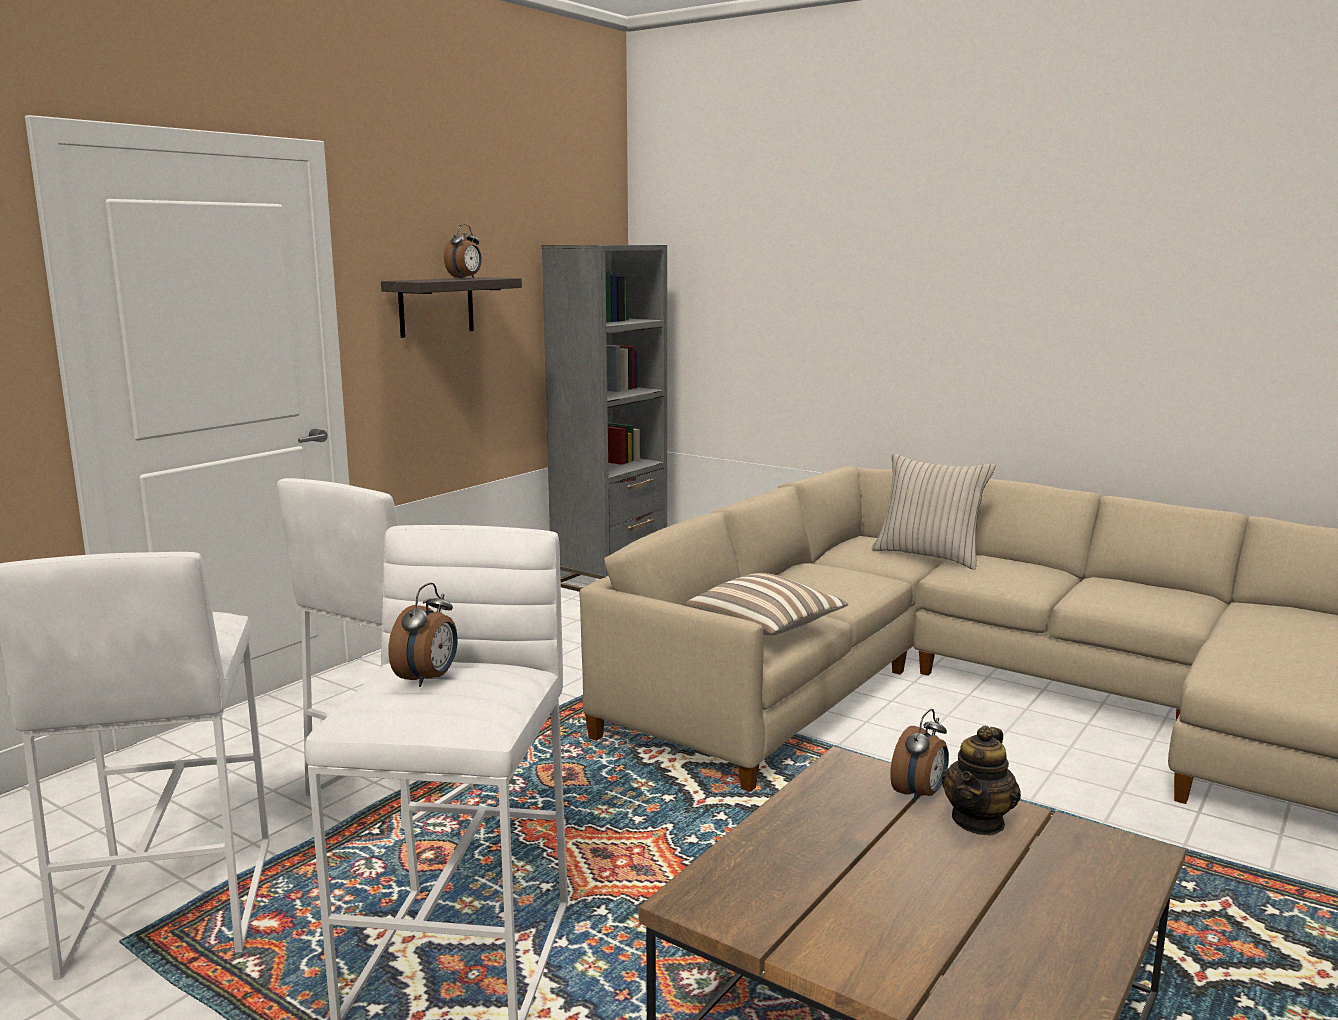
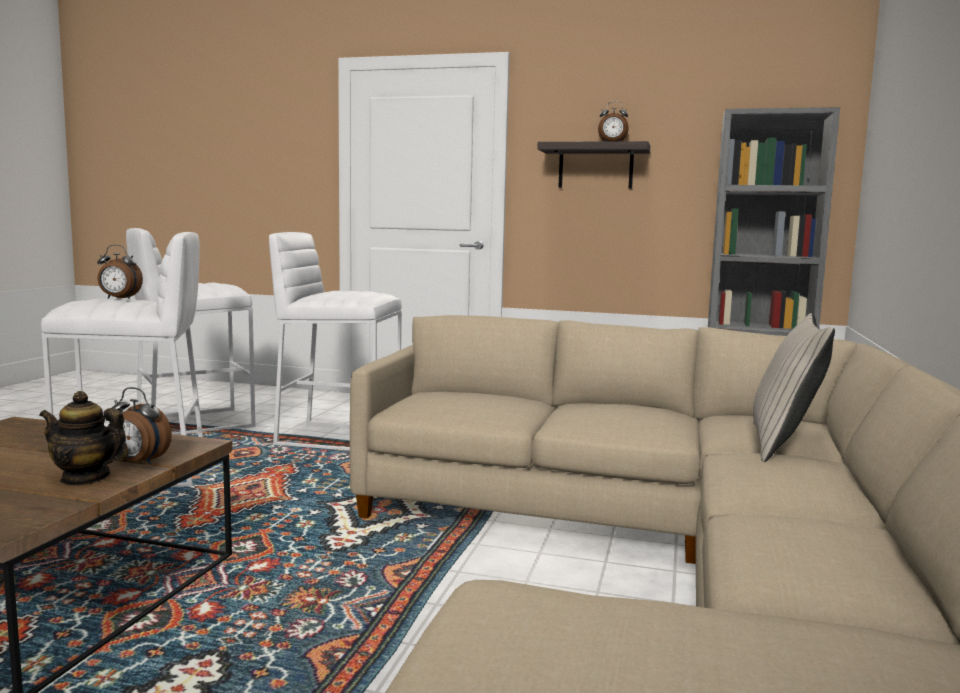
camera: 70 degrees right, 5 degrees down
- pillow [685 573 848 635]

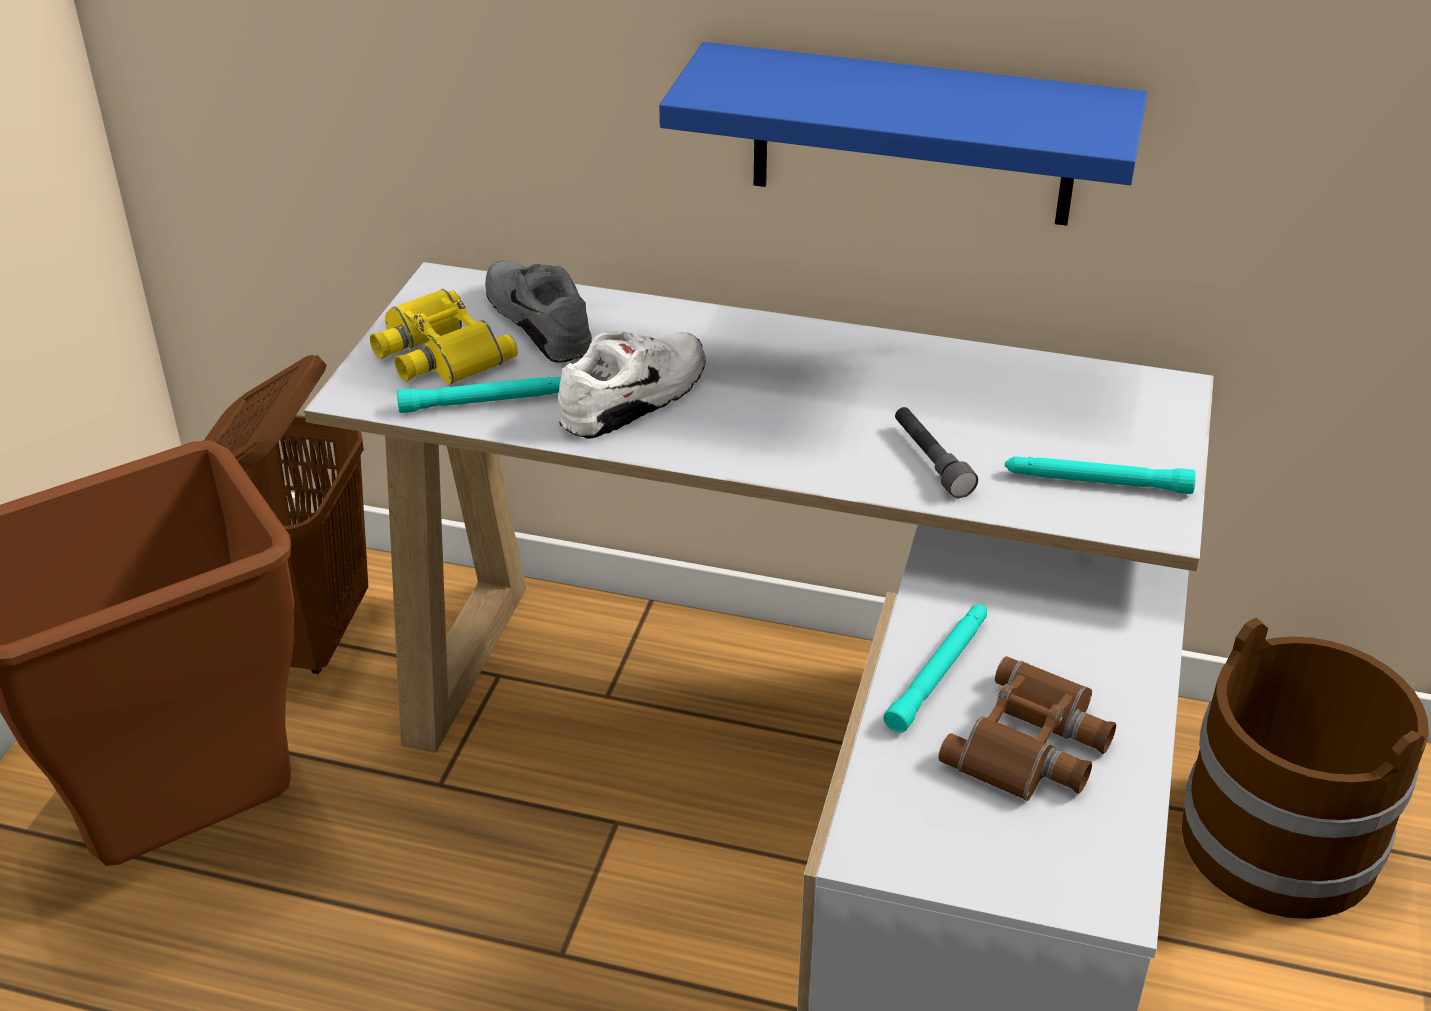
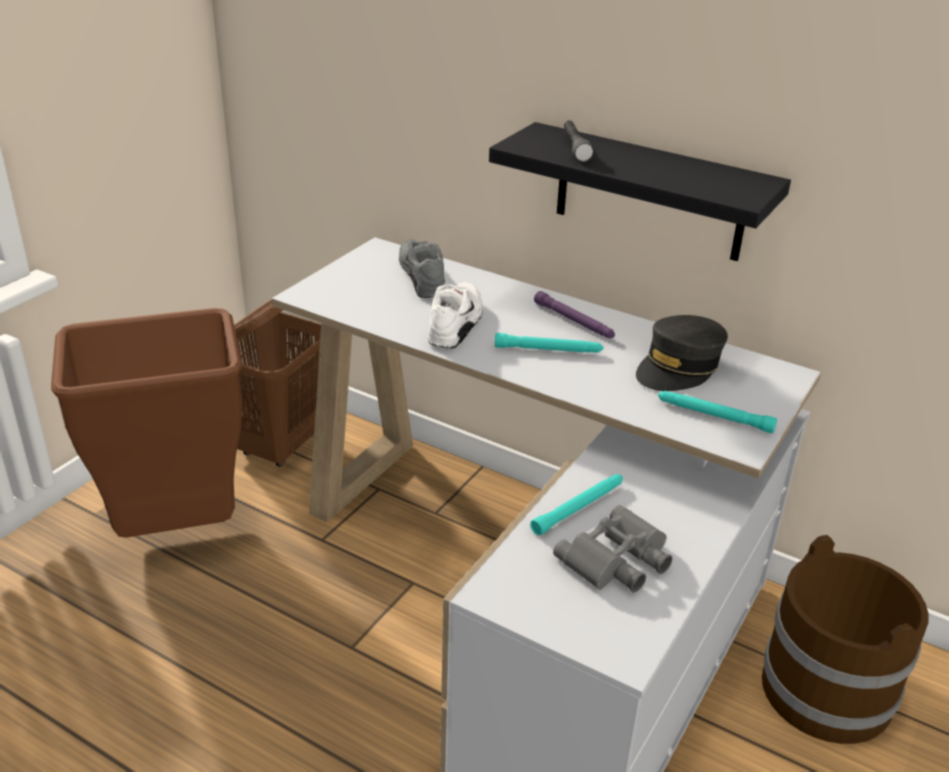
camera: 15 degrees right, 5 degrees down
~ white shoe [558 331 706 439] = [429 282 483 348] 45 degrees counterclockwise
~ blue shelf [659 42 1147 226] to black shelf [489 122 791 261]
~ turquoise flashlight [397 377 561 413] to [495 333 604 353]
+ purple flashlight [534 291 615 338]
~ brown binoculars [938 656 1116 801] to grey binoculars [553 505 672 593]
~ grey flashlight [895 407 978 498] to [564 121 594 162]
+ grey cap [636 315 728 391]
- yellow binoculars [370 289 518 385]

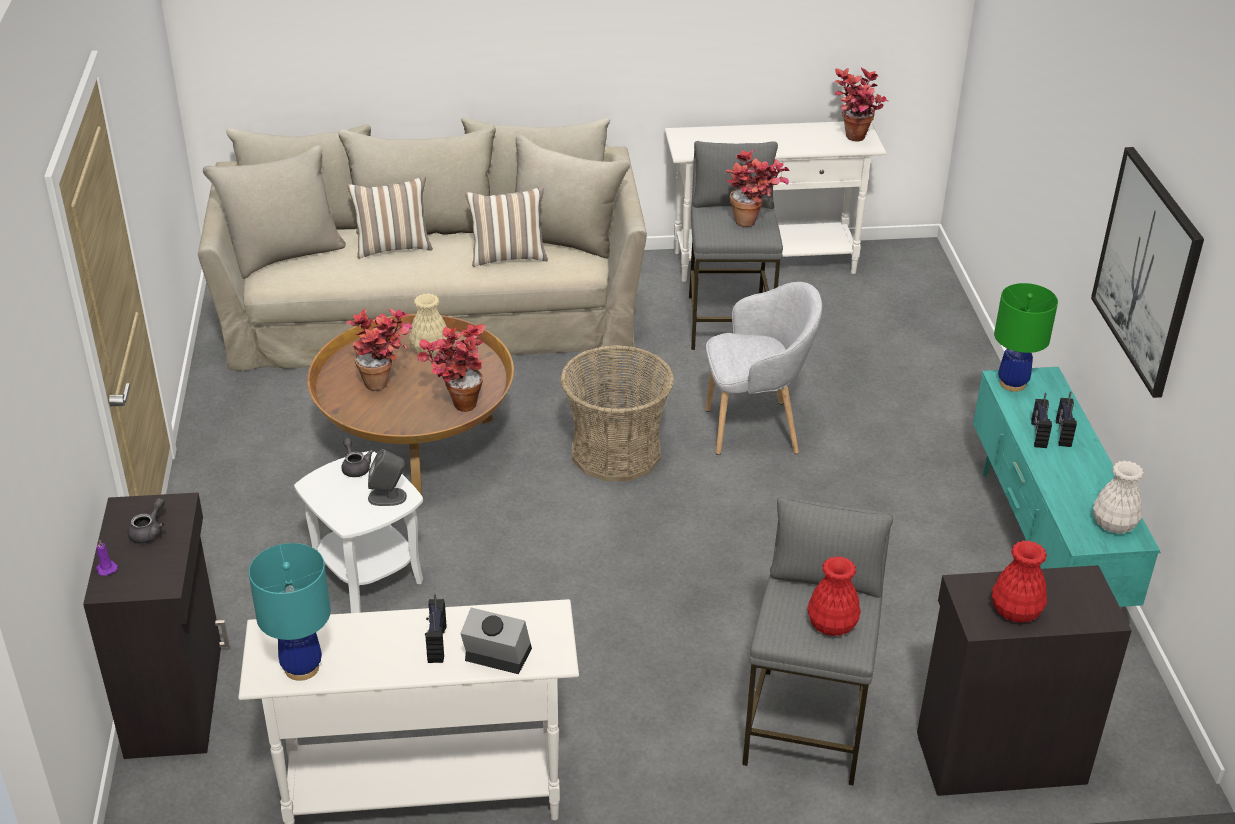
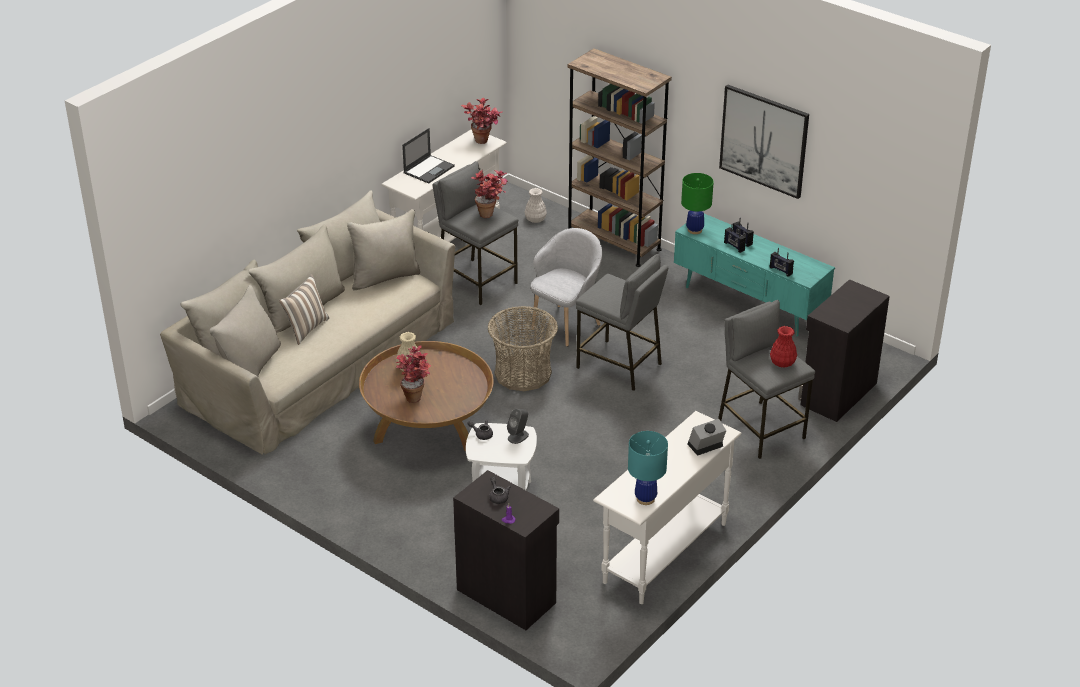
camera: 45 degrees left, 0 degrees up
+ laptop [402 128 455 183]
~ white vase [1093 460 1144 533] to [525 188 547 223]
+ brown bookcase [568 49 672 267]
+ grey stool [576 254 668 391]
~ radio [425 594 446 663] to [770 248 794 277]
- potted plant [417 325 485 412]
- pillow [466 187 548 267]
- red vase [992 540 1047 623]

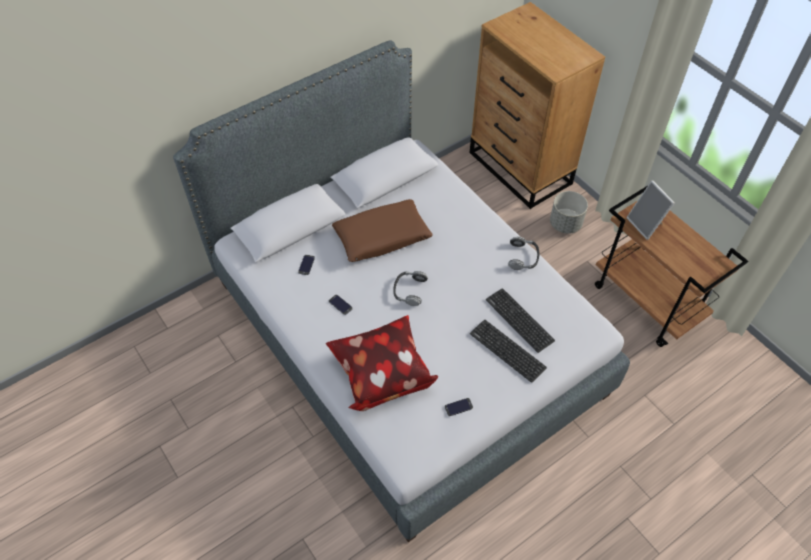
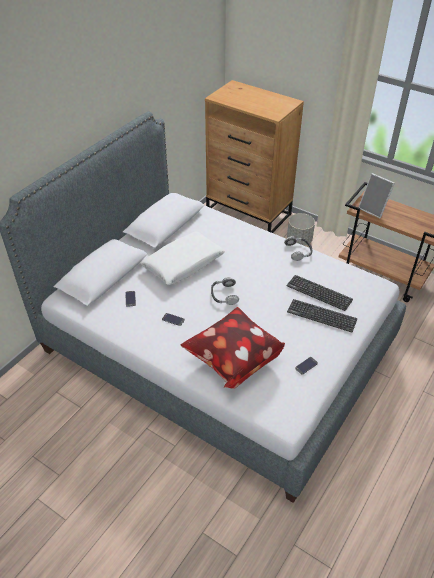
camera: 20 degrees left, 10 degrees down
~ brown pillow [332 199 433 262] to white pillow [140 232 225 285]

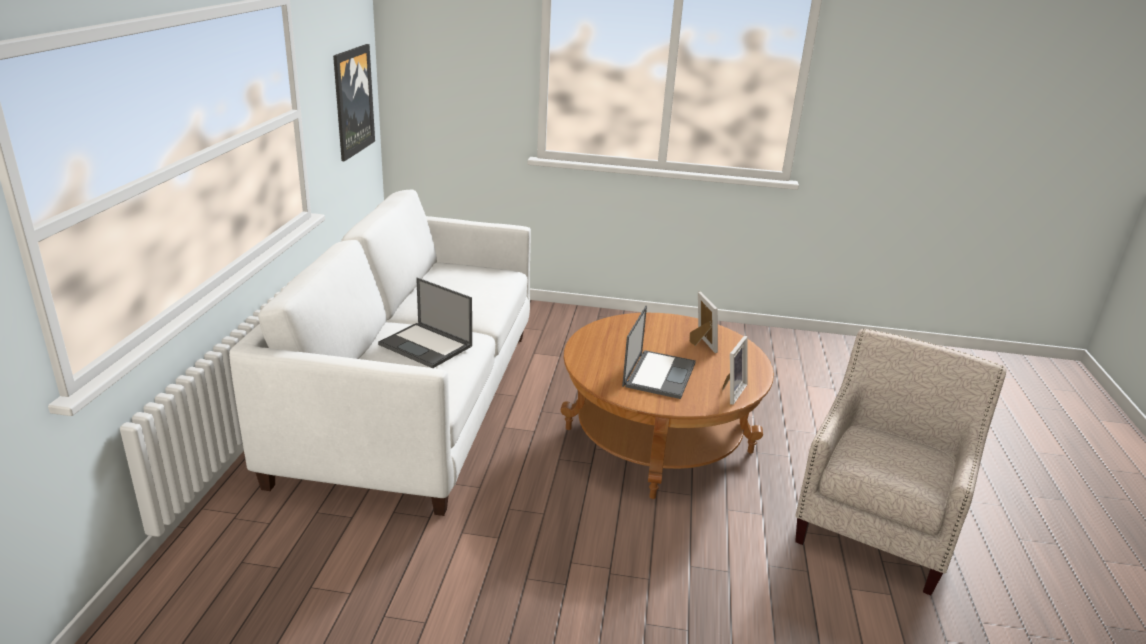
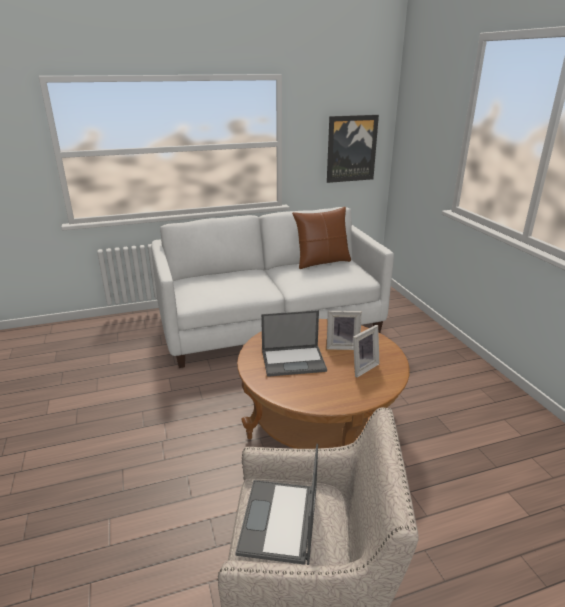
camera: 65 degrees right, 0 degrees up
~ laptop [378 278 472 368] to [235 444 318 565]
+ brown pillow [292 207 351 269]
~ picture frame [722 336 748 405] to [327 311 362 350]

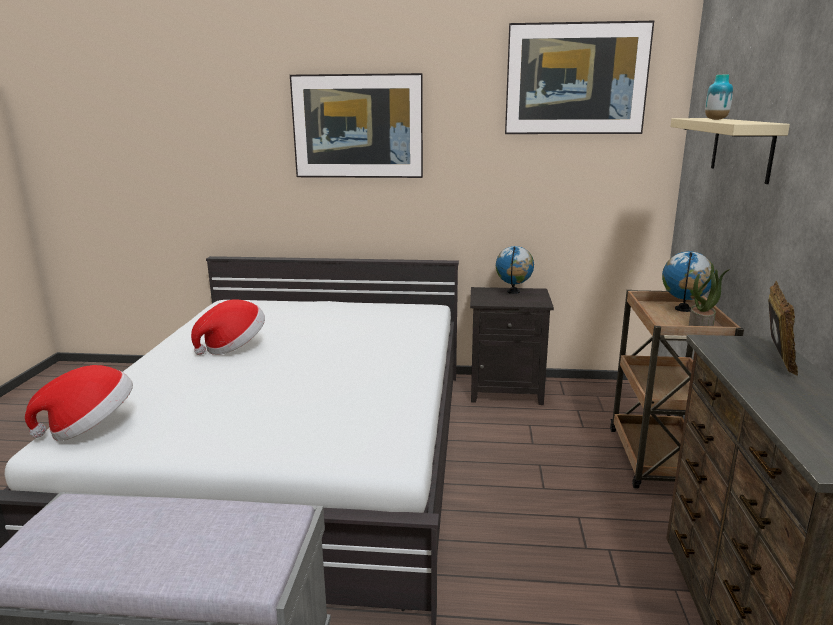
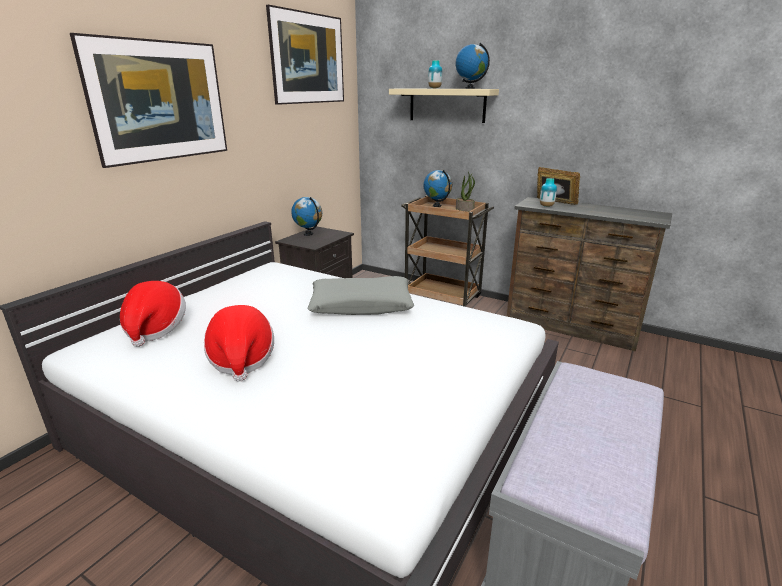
camera: 65 degrees left, 5 degrees up
~ hat [25 365 133 441] to [120 281 186 347]
+ grey pillow [308 276 414 315]
+ globe [456 43 490 89]
+ vase [540 178 557 207]

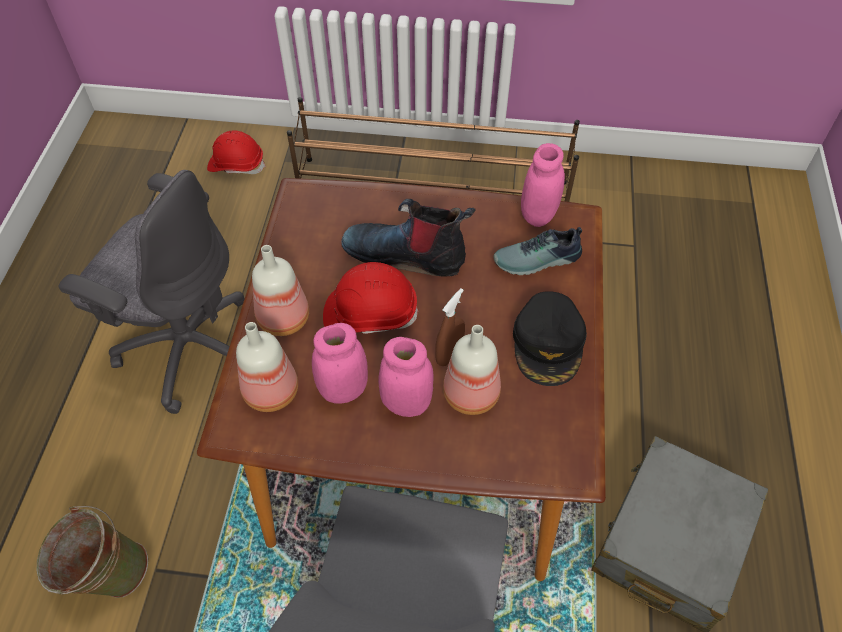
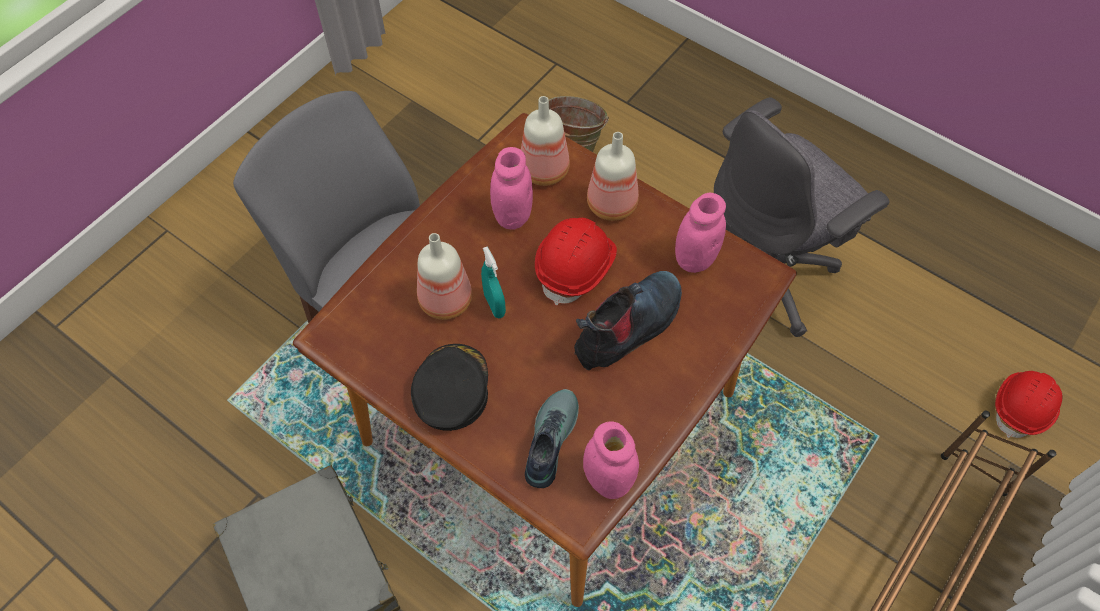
camera: 120 degrees right, 5 degrees up
~ black cap [513 291 587 386] = [411 344 488 431] 60 degrees clockwise
~ brown spray bottle [435 288 465 366] to turquoise spray bottle [481 246 506 318]
~ pink jar [378 337 433 417] to [675 193 726 273]

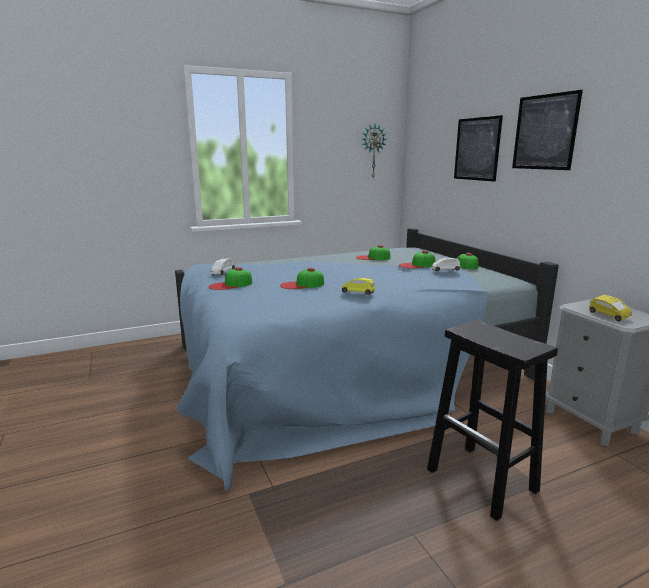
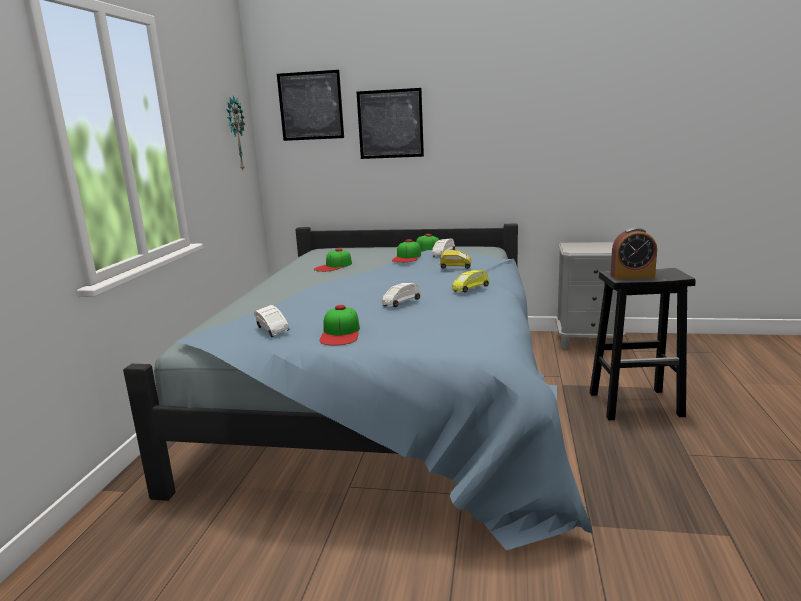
camera: 55 degrees left, 0 degrees up
~ picture [512 90 583 170] to [277 70 344 141]
~ cap [280 268 324 289] to white toy car [382 283 420 307]
~ yellow toy car [589 295 632 321] to [440 250 471 269]
+ alarm clock [610 227 657 279]

